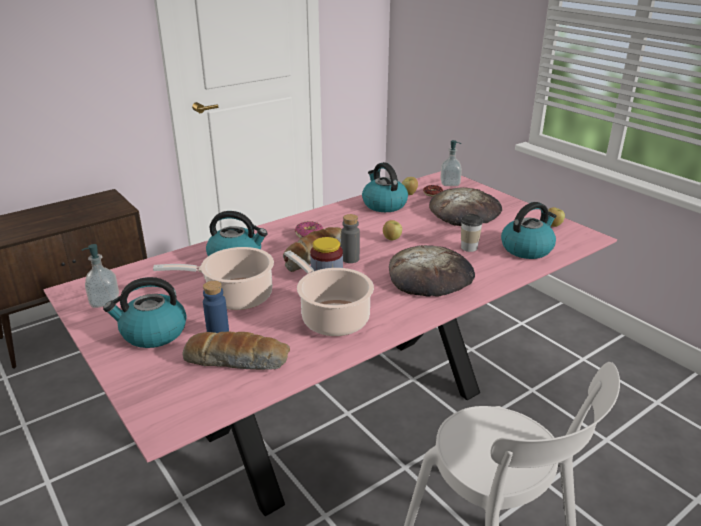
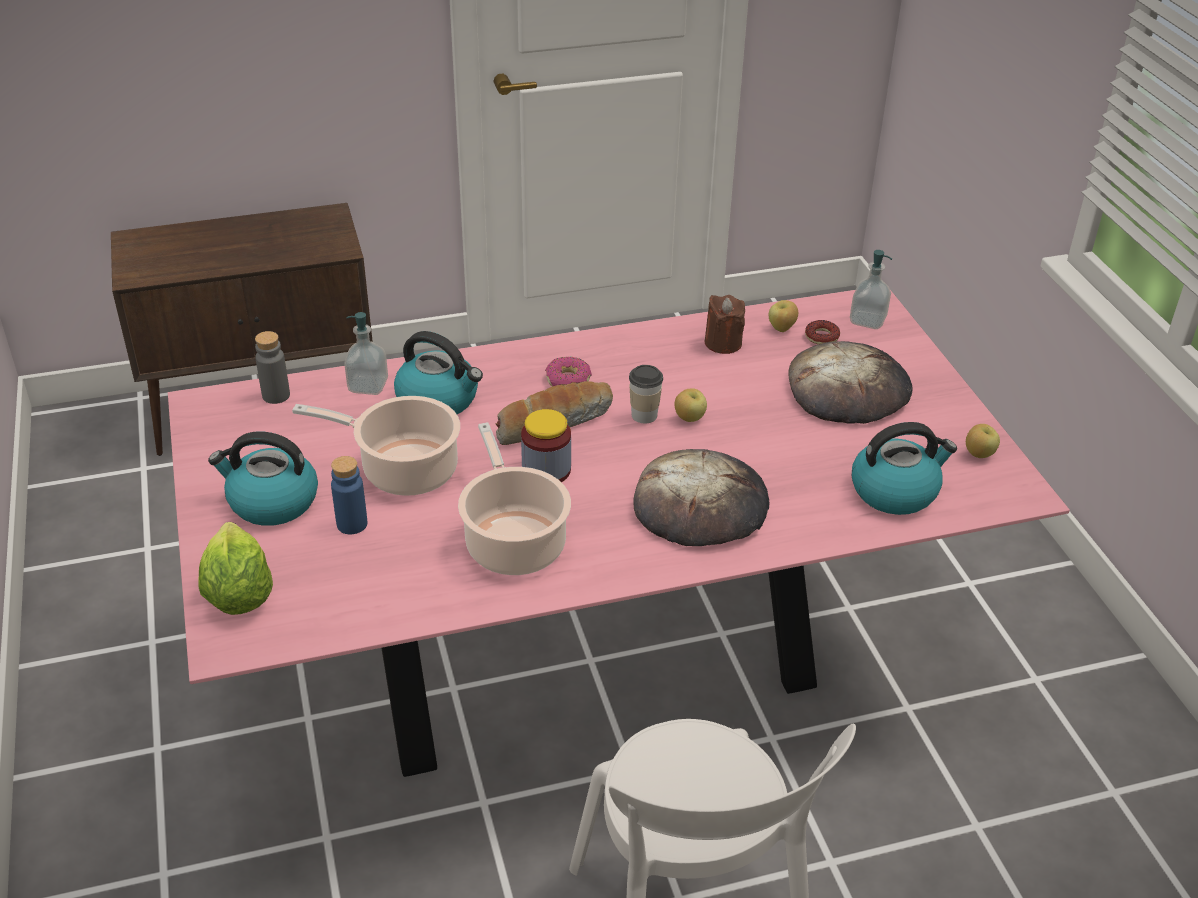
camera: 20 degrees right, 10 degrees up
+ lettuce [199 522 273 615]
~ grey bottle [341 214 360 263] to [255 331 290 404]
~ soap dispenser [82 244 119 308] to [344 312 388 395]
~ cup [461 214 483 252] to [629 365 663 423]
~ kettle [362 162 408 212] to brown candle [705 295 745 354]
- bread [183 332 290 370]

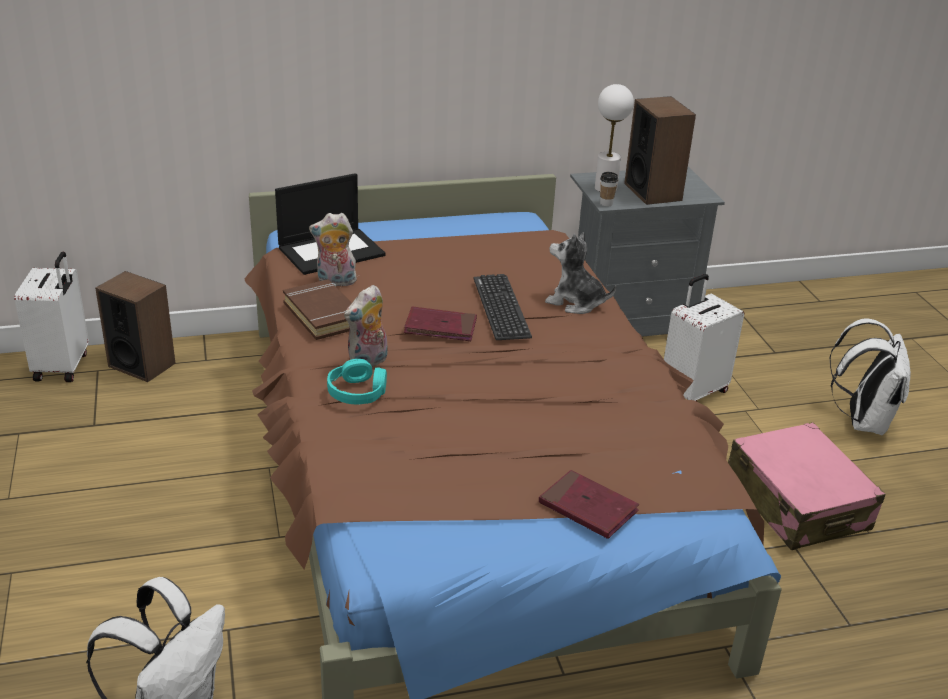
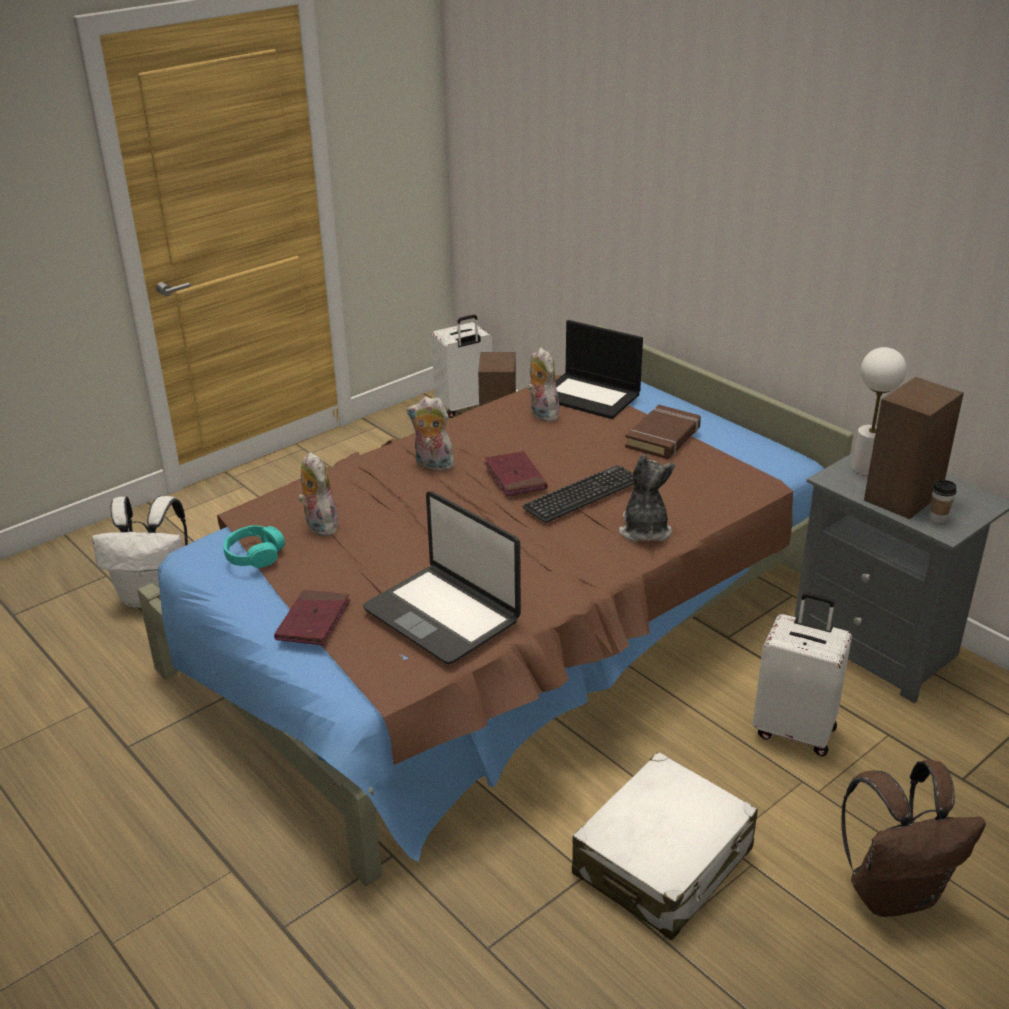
camera: 65 degrees right, 0 degrees up
~ turquoise headphones [327 359 387 404] to [223 525 285 568]
+ plush toy [298 452 339 536]
+ laptop [363 491 521 664]
~ pink suitcase [728 422 885 550] to white suitcase [572 752 758 940]
~ brown book [283 279 352 340] to [625 405 701 459]
~ white backpack [829 319 911 436] to brown backpack [841 760 986 917]
~ cup [600 172 618 206] to [930 480 957 523]

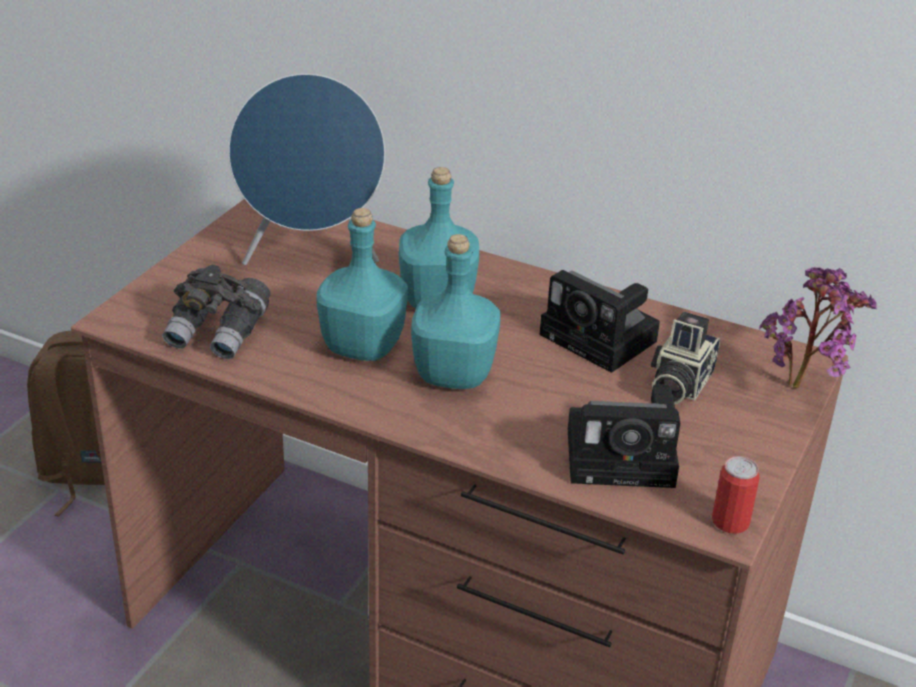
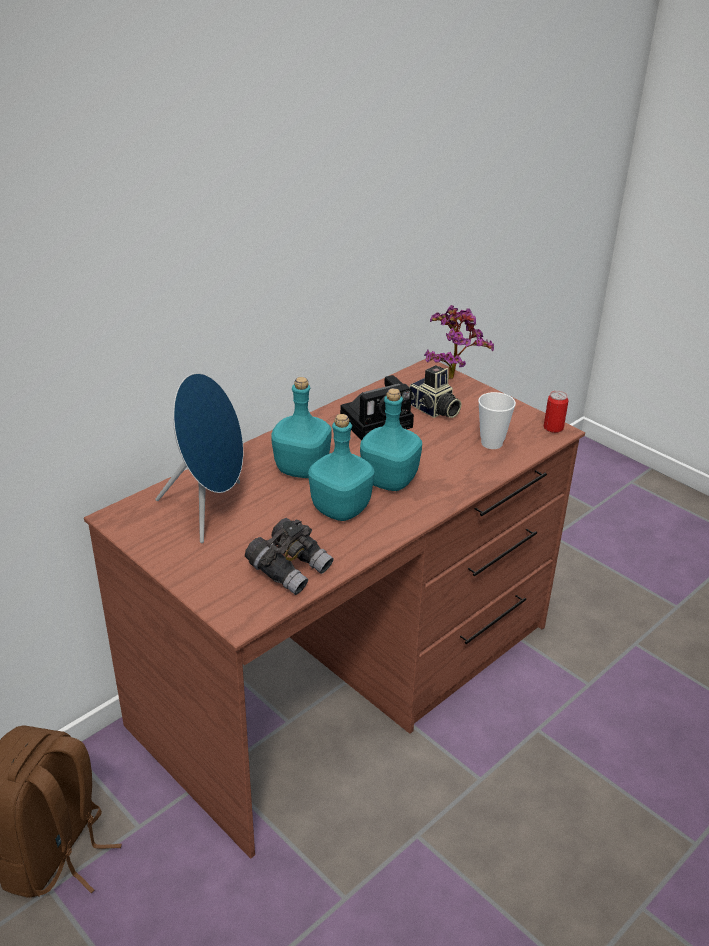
camera: 70 degrees left, 0 degrees up
~ photo camera [568 384 680 488] to cup [478 392 516 449]

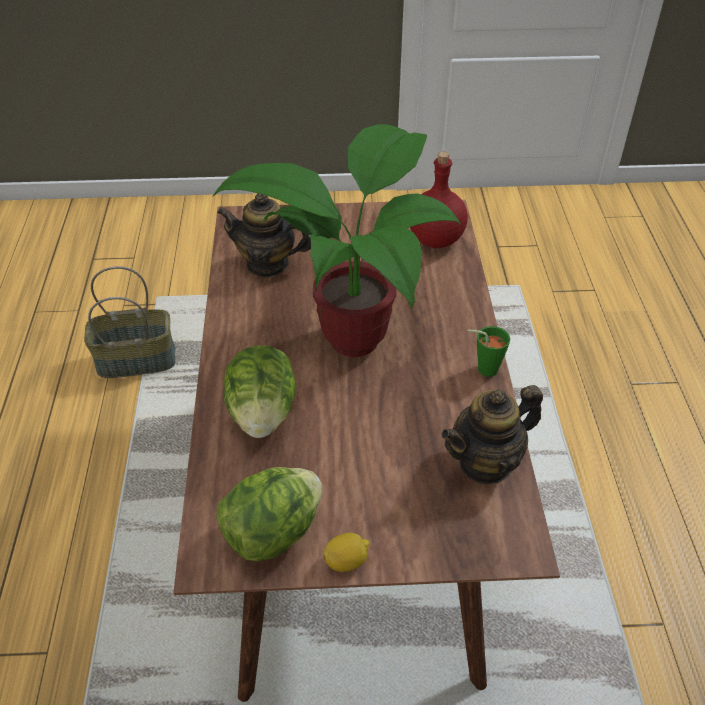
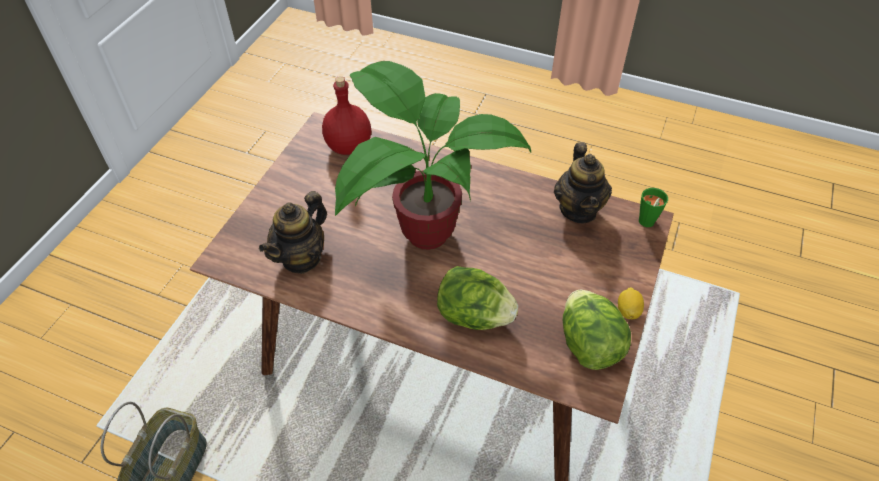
camera: 65 degrees left, 5 degrees up
~ green cup [468 326 510 377] to [639 188 668 227]

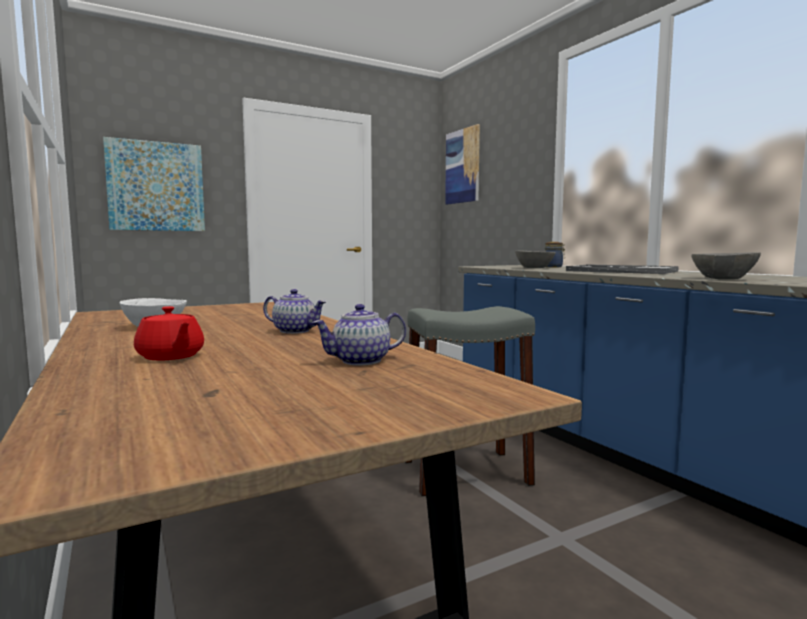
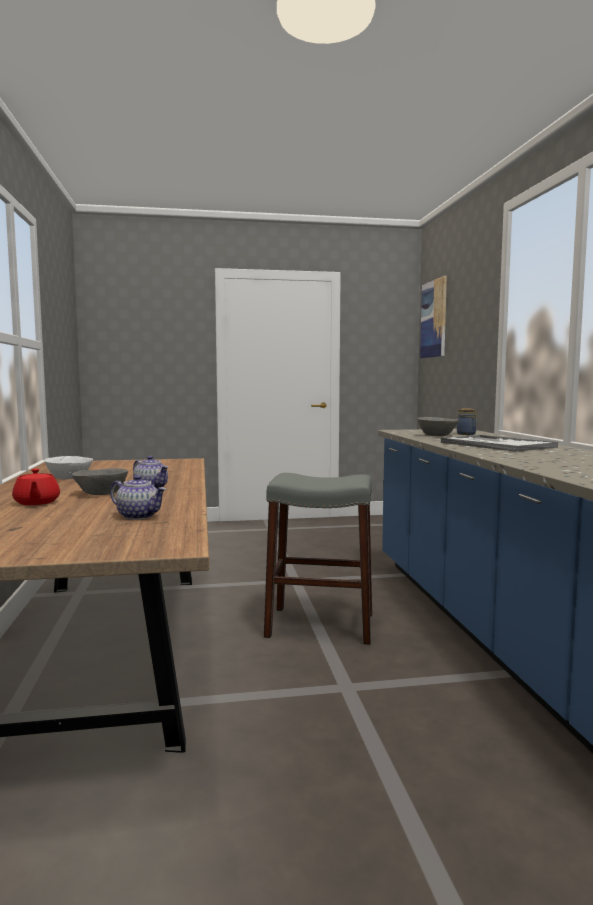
camera: 20 degrees right, 0 degrees up
~ grey bowl [691 252 761 279] to [72 468 128 495]
~ teapot [312 304 406 365] = [110 475 166 520] 150 degrees counterclockwise
- picture [103 137 205 231]

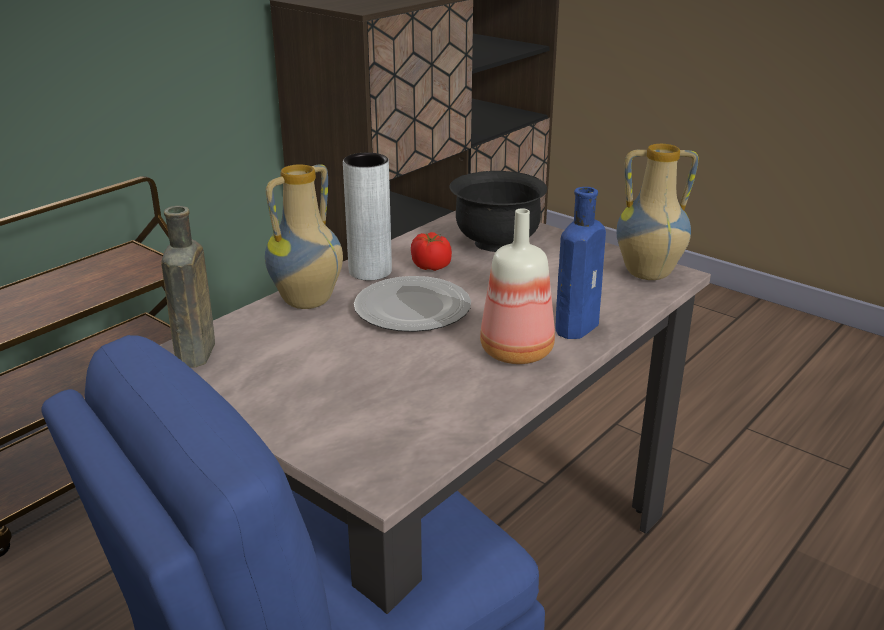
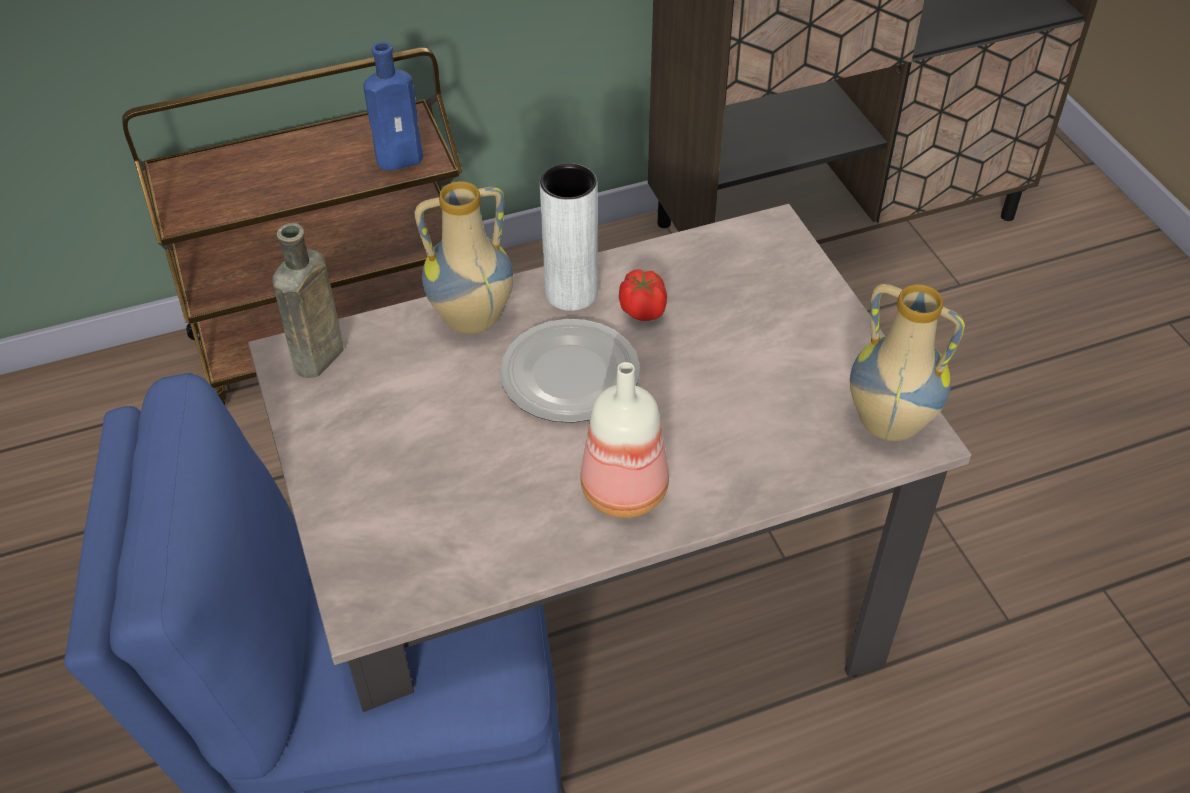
camera: 30 degrees right, 20 degrees up
~ blue bottle [556 187 606 339] to [363 42 423 171]
- black bowl [450 171 547 252]

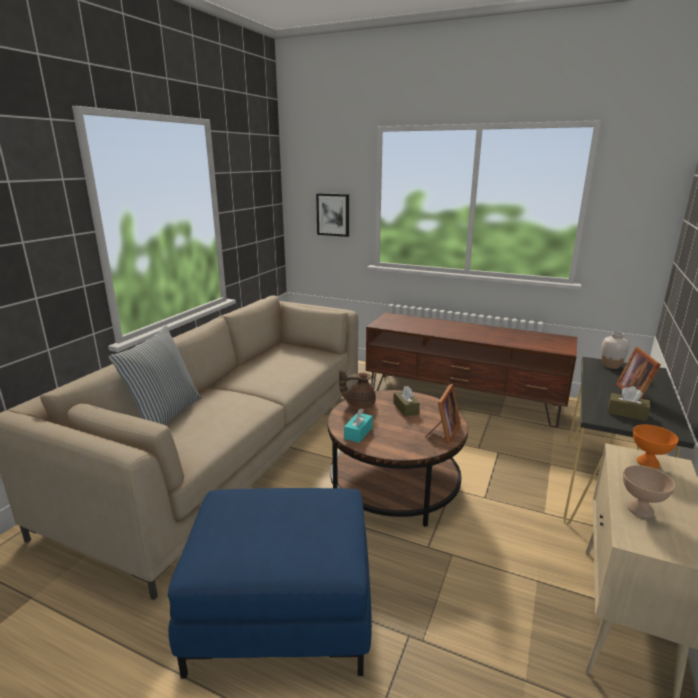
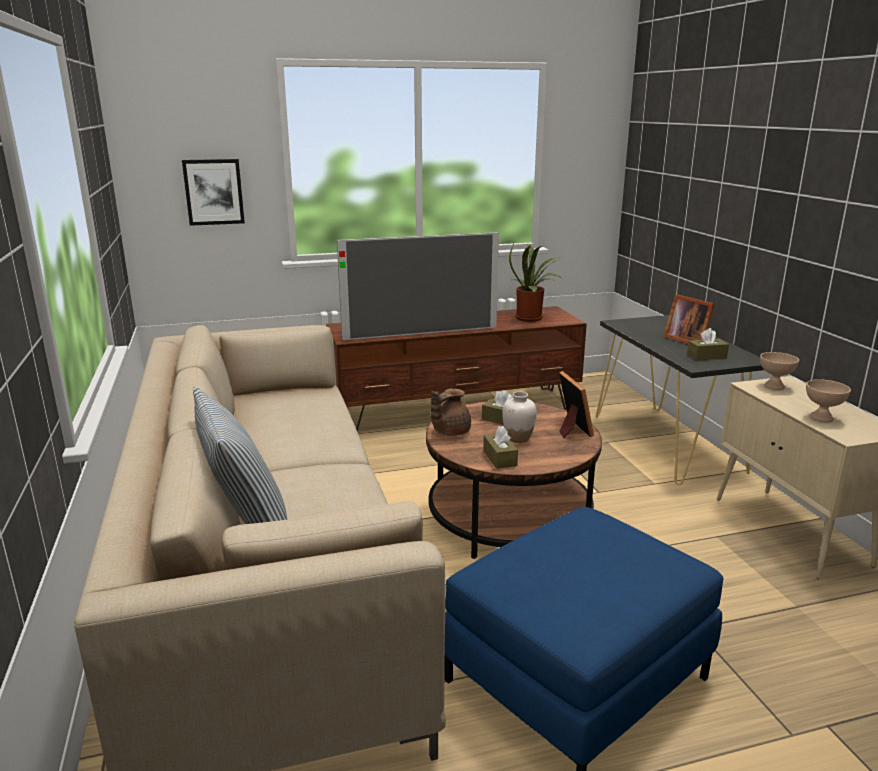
camera: 40 degrees left, 0 degrees up
+ television [337 232 499 340]
~ turquoise tissue box [344 409 373 443] to brown tissue box [483 426 518 469]
~ white vase [601 332 629 369] to [502 391 537 443]
+ potted plant [509 244 562 322]
~ orange bowl [633 425 678 469] to beige bowl [760 352 799 390]

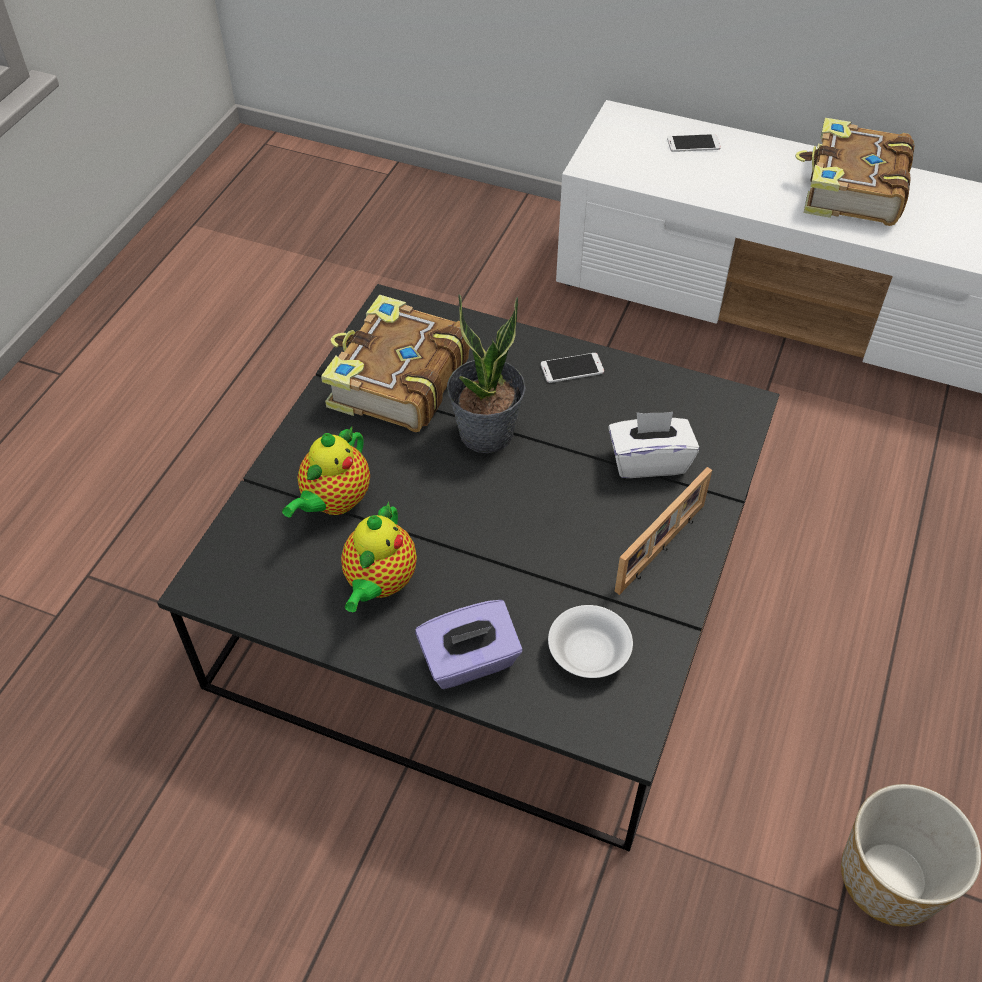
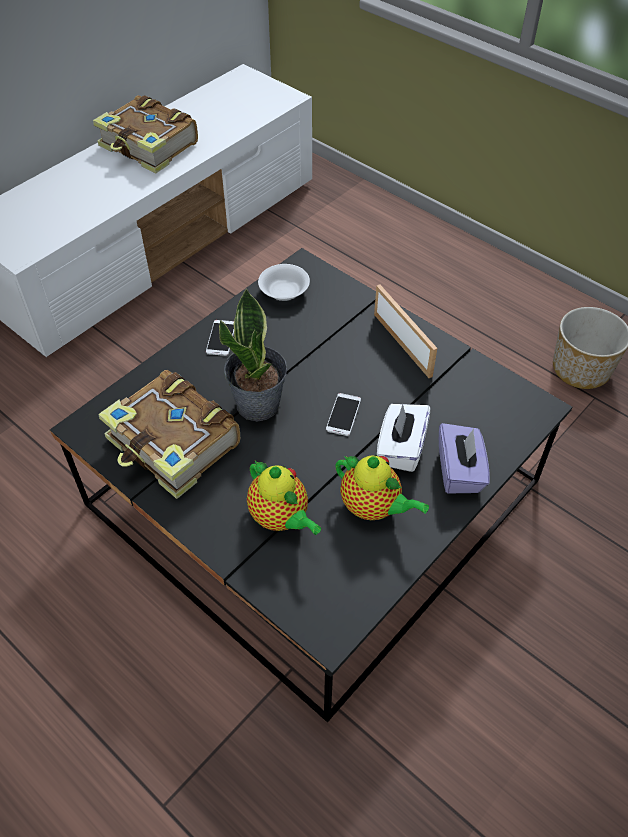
camera: 70 degrees left, 0 degrees up
~ white bowl [548 605 633 678] to [258 264 310 301]
~ phone [667 134 721 152] to [326 393 361 436]
~ white tissue box [608 412 699 478] to [377 404 430 472]

